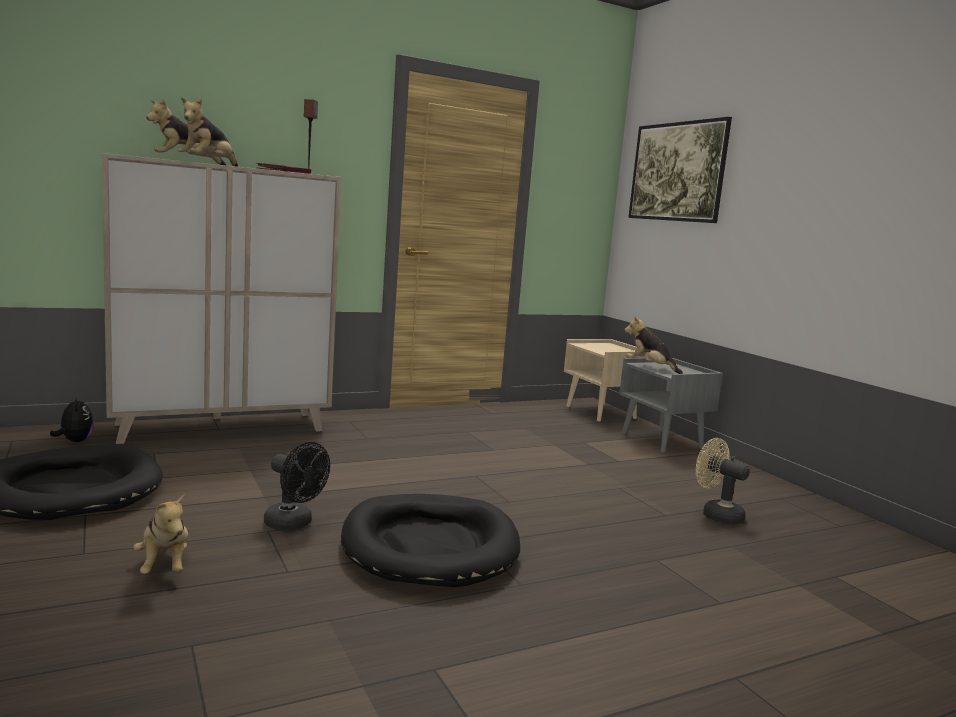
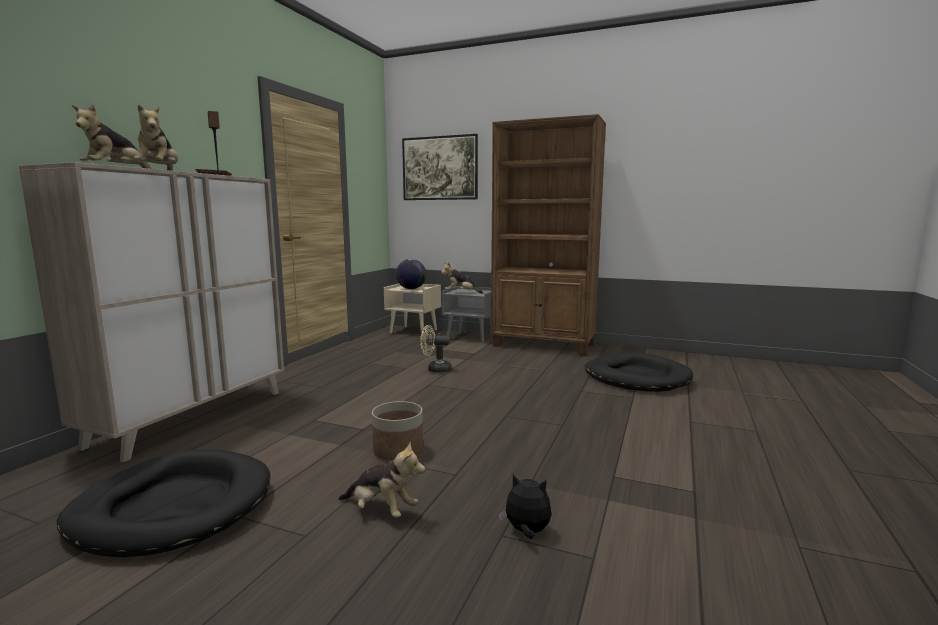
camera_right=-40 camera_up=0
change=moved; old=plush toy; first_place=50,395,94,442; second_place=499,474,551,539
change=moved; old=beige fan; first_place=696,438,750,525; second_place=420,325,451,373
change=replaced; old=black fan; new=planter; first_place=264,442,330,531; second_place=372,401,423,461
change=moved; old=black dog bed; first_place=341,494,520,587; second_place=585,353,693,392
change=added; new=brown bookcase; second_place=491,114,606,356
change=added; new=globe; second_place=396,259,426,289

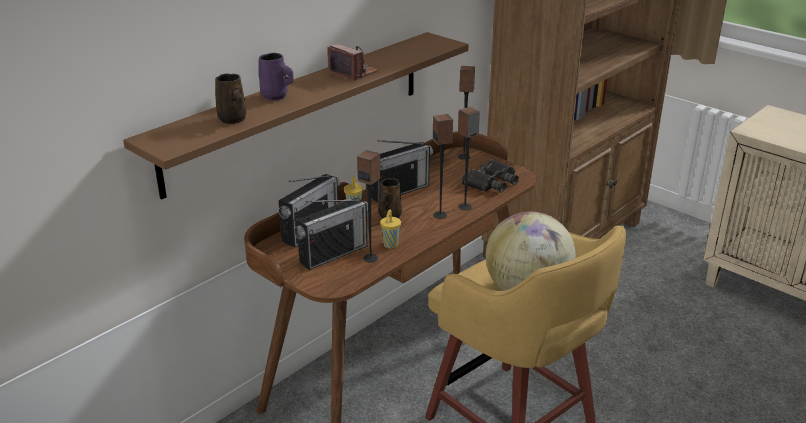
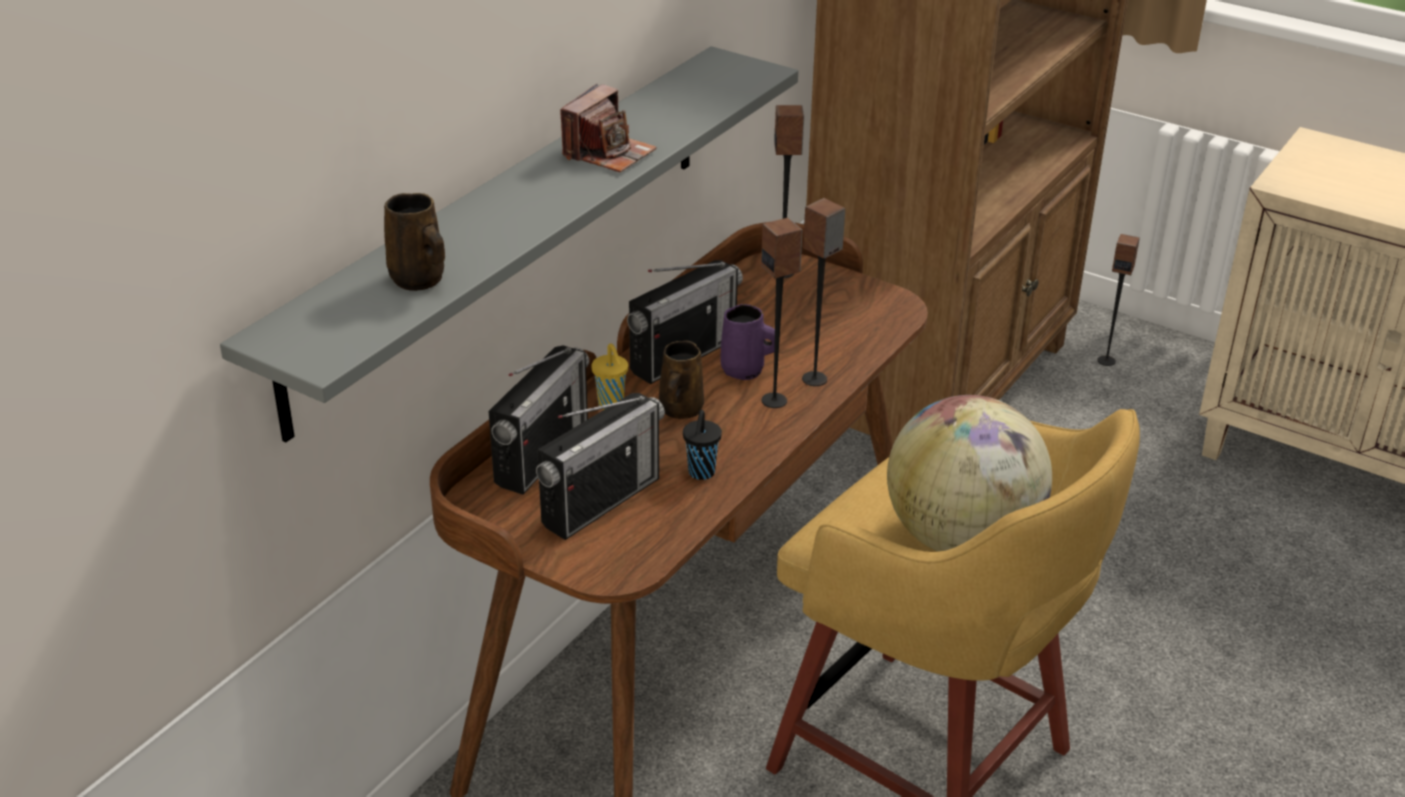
camera_right=-10 camera_up=5
change=recoloured; old=brown shelf; new=grey shelf; first_place=123,32,469,200; second_place=220,46,798,442
change=turned; old=photo camera; first_place=328,44,379,81; second_place=560,84,657,173; degrees=90
change=moved; old=purple mug; first_place=259,53,294,101; second_place=720,304,775,380
change=moved; old=speaker; first_place=357,150,380,262; second_place=1097,234,1140,366
change=removed; old=black binoculars; first_place=462,159,519,193
change=recoloured; old=yellow cup; new=black cup; first_place=380,210,401,249; second_place=683,410,722,480

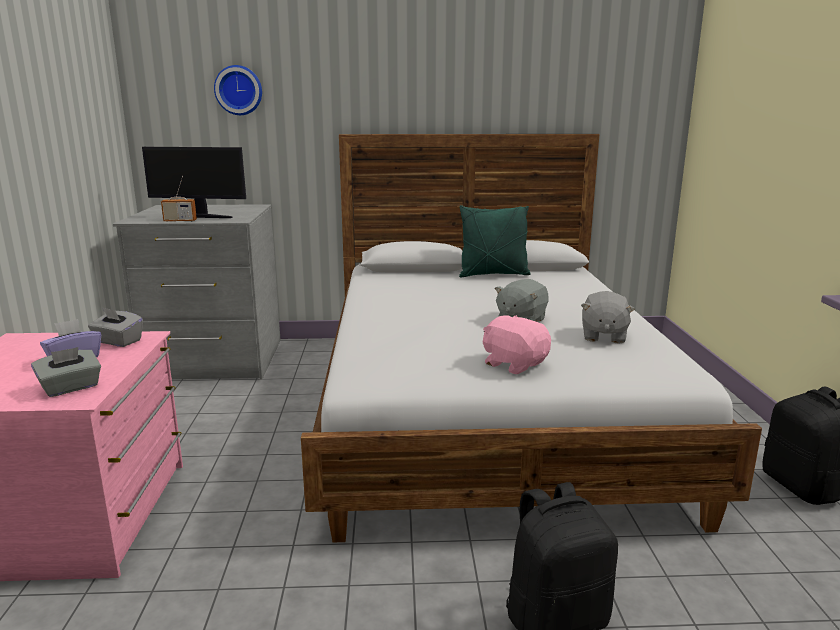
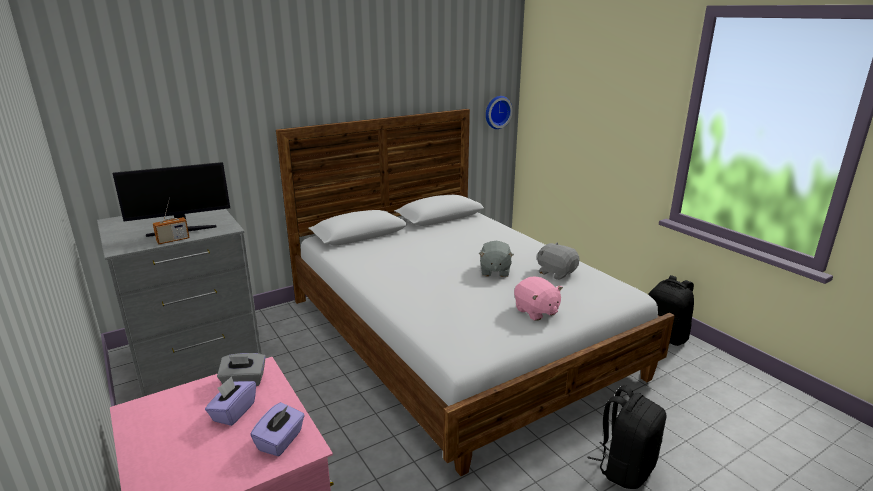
camera_right=-30 camera_up=5
change=moved; old=wall clock; first_place=214,65,262,115; second_place=486,96,513,129
change=removed; old=green pillow; first_place=459,205,531,277
change=turned; old=grey plush toy; first_place=581,291,635,344; second_place=537,242,579,280; degrees=150
change=turned; old=pink plush toy; first_place=483,315,551,374; second_place=514,276,563,321; degrees=-135
change=recoloured; old=grey tissue box; new=purple tissue box; first_place=31,347,101,397; second_place=250,402,305,456

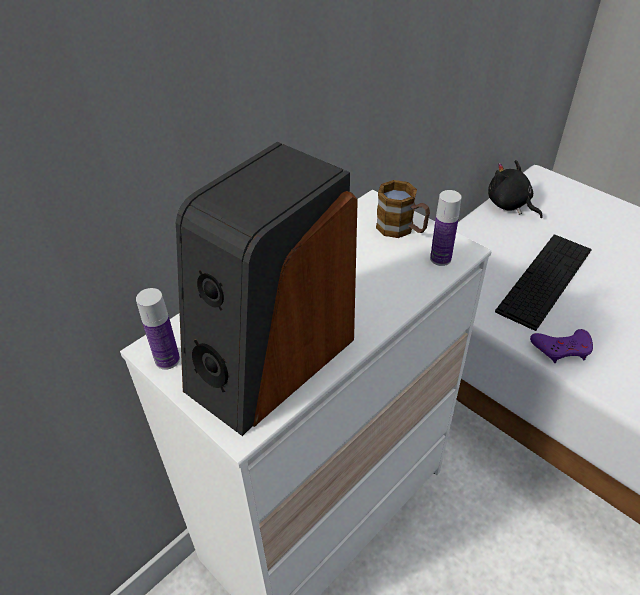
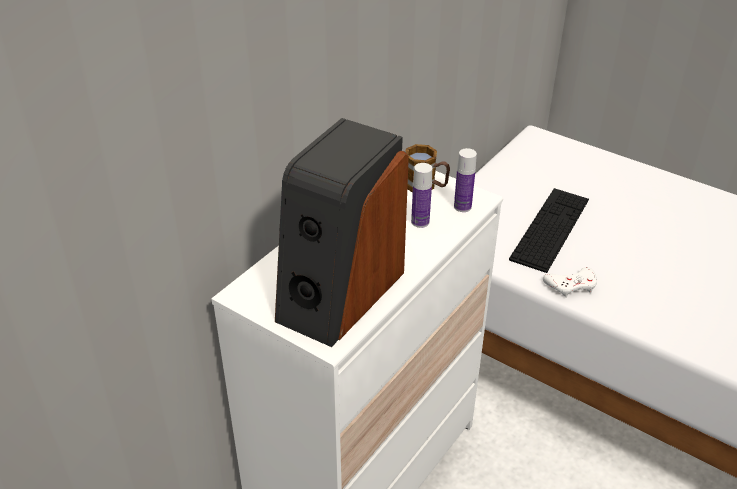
camera_right=-10 camera_up=-5
change=removed; old=black plush toy; first_place=488,160,543,218
change=moved; old=bottle; first_place=136,288,180,370; second_place=411,163,432,228
change=recoloured; old=purple game controller; new=white game controller; first_place=530,329,593,363; second_place=543,267,597,298

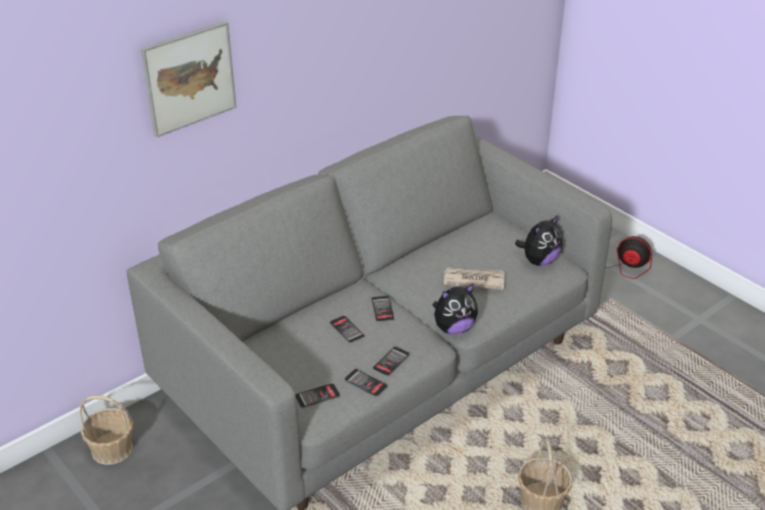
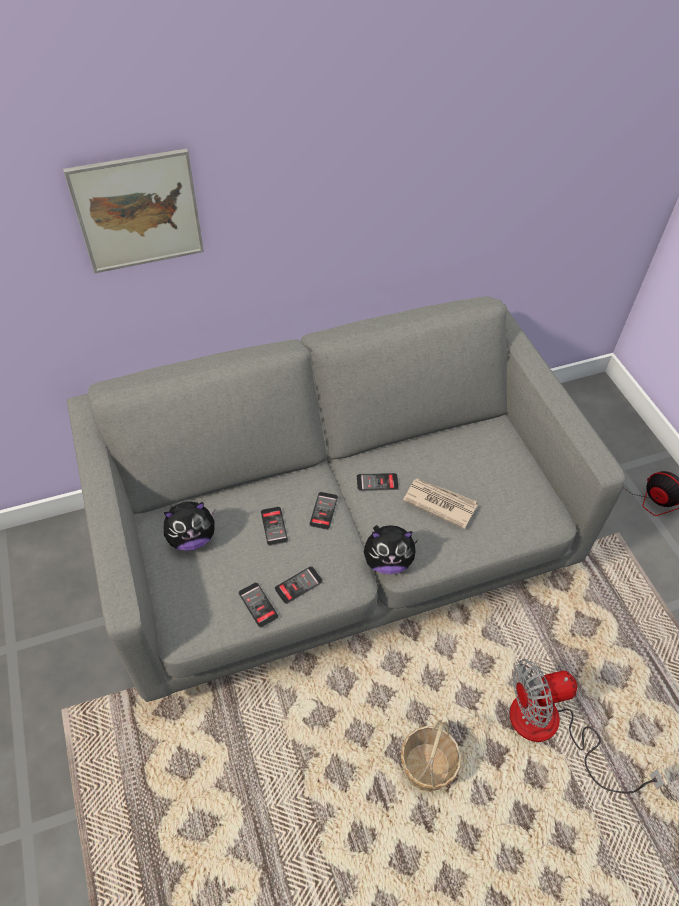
camera_right=20 camera_up=15
change=moved; old=plush toy; first_place=515,215,562,266; second_place=164,501,215,551
change=moved; old=phone; first_place=295,383,340,408; second_place=357,473,399,491
change=removed; old=basket; first_place=80,395,133,465
change=added; new=fan; second_place=509,659,665,794

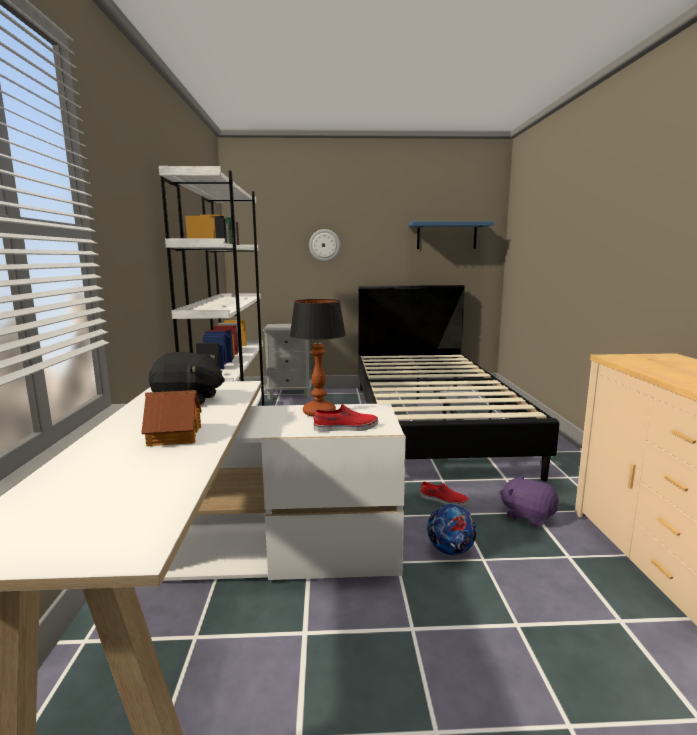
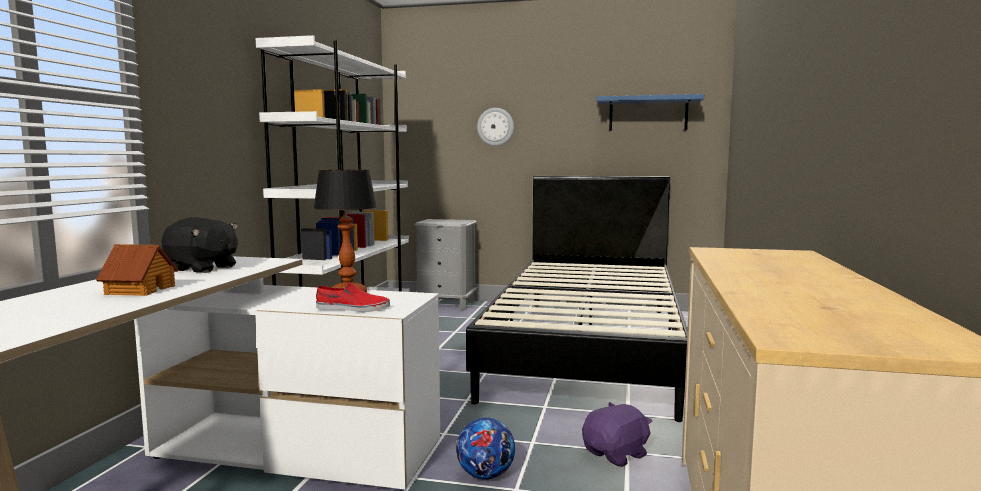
camera_right=15 camera_up=-5
change=turned; old=purple plush toy; first_place=500,475,559,527; second_place=582,402,653,467; degrees=90
change=removed; old=red shoe; first_place=420,482,469,506

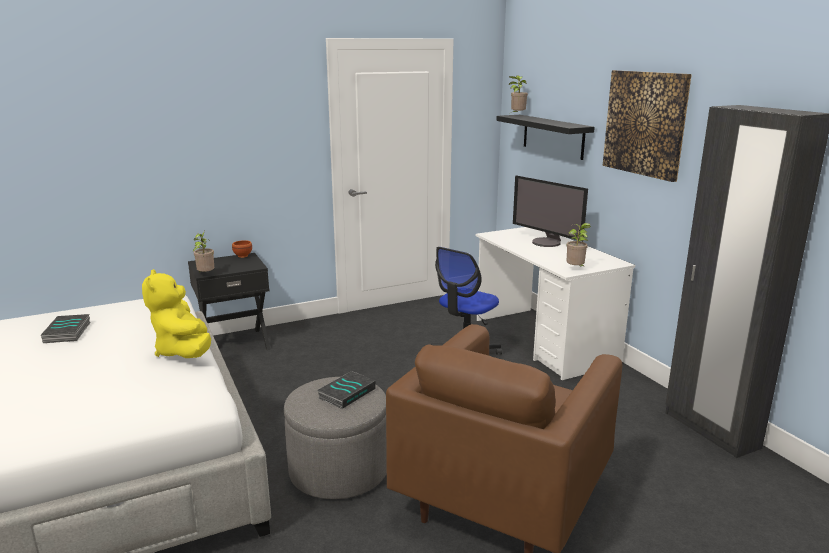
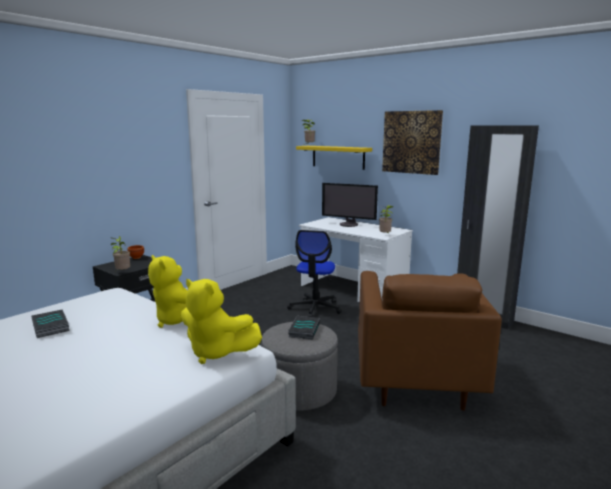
camera_right=-25 camera_up=-5
change=recoloured; old=black shelf; new=yellow shelf; first_place=496,115,595,160; second_place=296,146,372,170
change=added; new=yellow plush toy; second_place=181,279,262,364

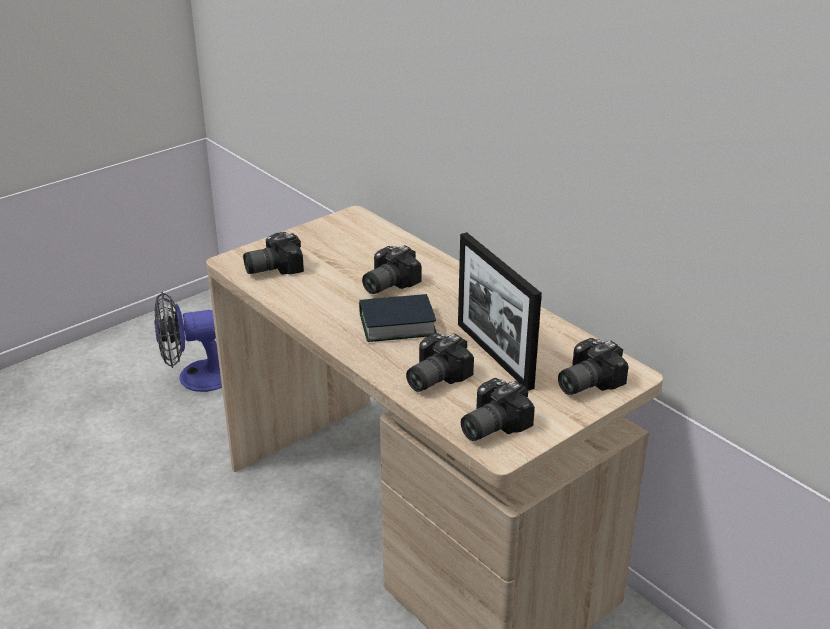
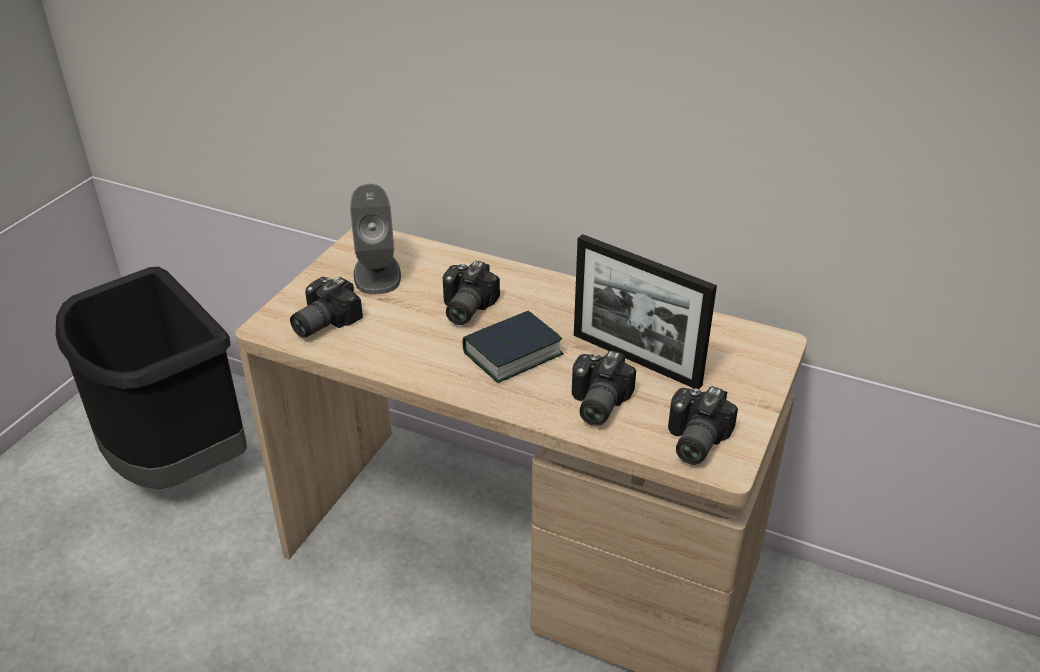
camera_right=-25 camera_up=5
change=replaced; old=fan; new=black trash can; first_place=154,292,222,392; second_place=56,267,247,489
change=removed; old=photo camera; first_place=558,338,629,395
change=added; new=grey speaker; second_place=350,184,401,294

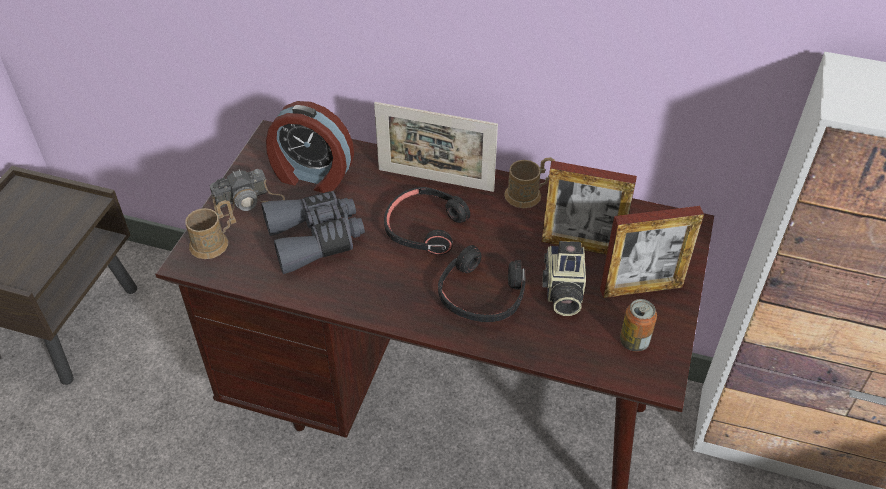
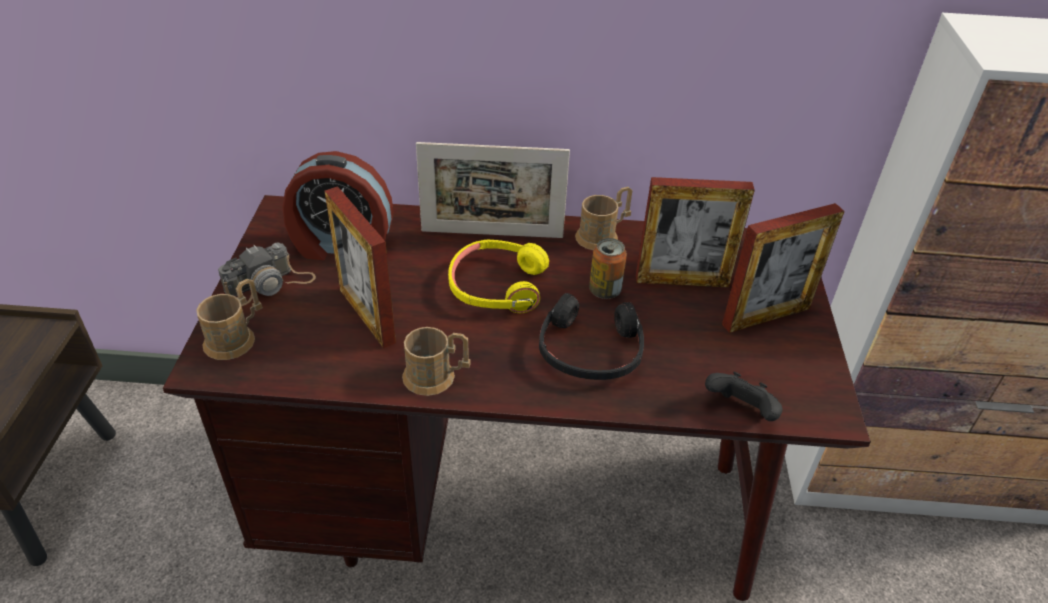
camera_right=-15 camera_up=-5
change=recoloured; old=black headphones; new=yellow headphones; first_place=384,187,470,255; second_place=448,240,549,313
change=replaced; old=grey binoculars; new=picture frame; first_place=261,191,365,274; second_place=325,186,396,348
change=removed; old=photo camera; first_place=542,241,586,316
change=moved; old=can; first_place=620,299,657,352; second_place=589,238,627,299
change=added; new=brown mug; second_place=402,327,471,396
change=added; new=black game controller; second_place=705,372,782,421

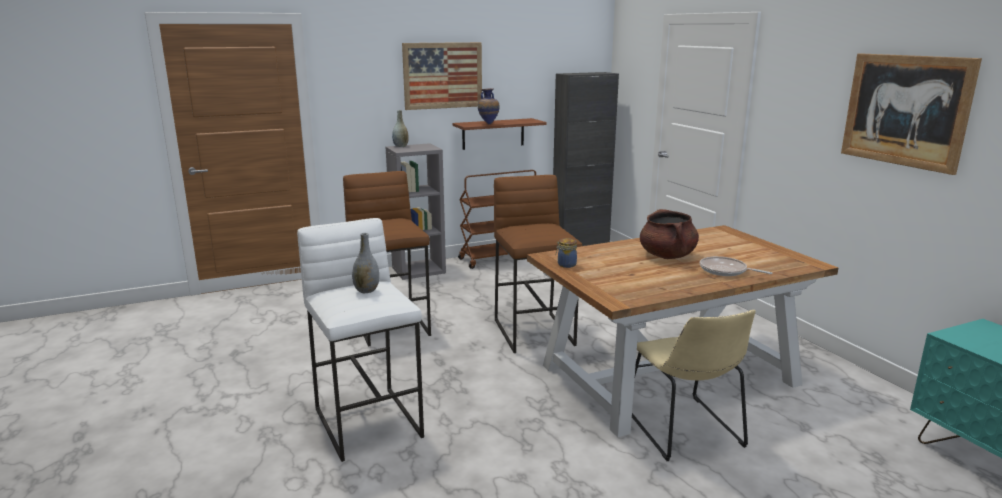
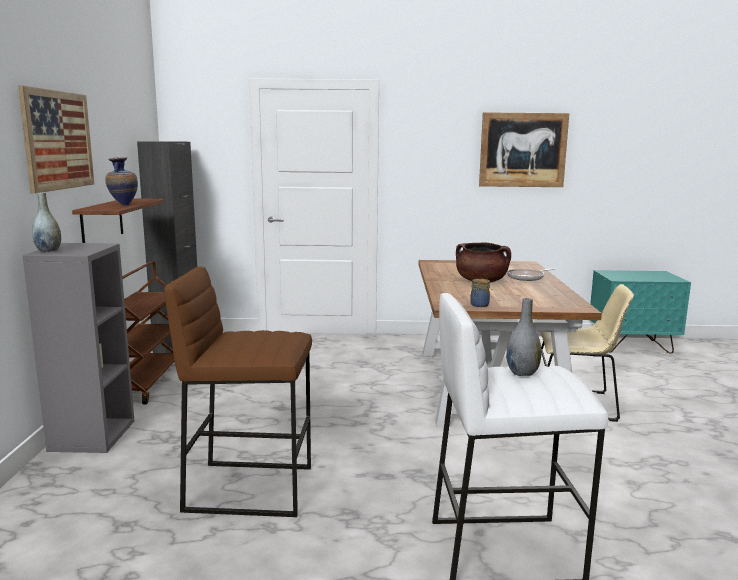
camera_right=-65 camera_up=-5
change=removed; old=brown stool; first_place=494,175,583,353

